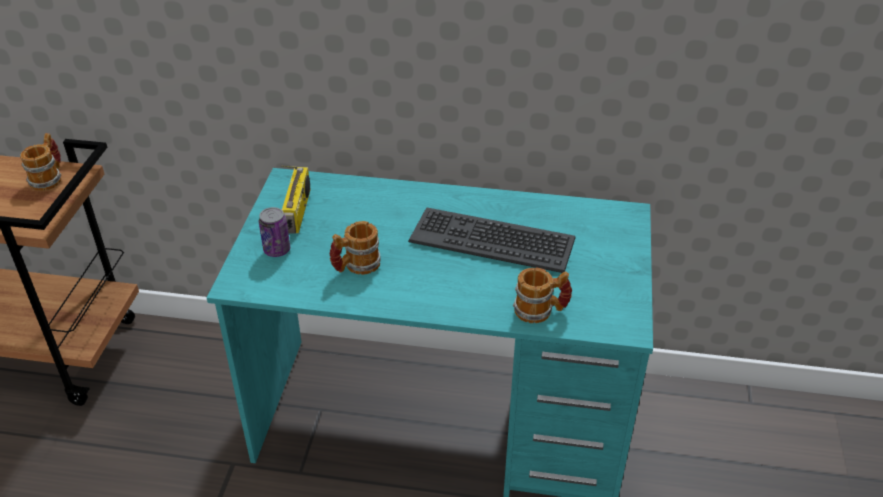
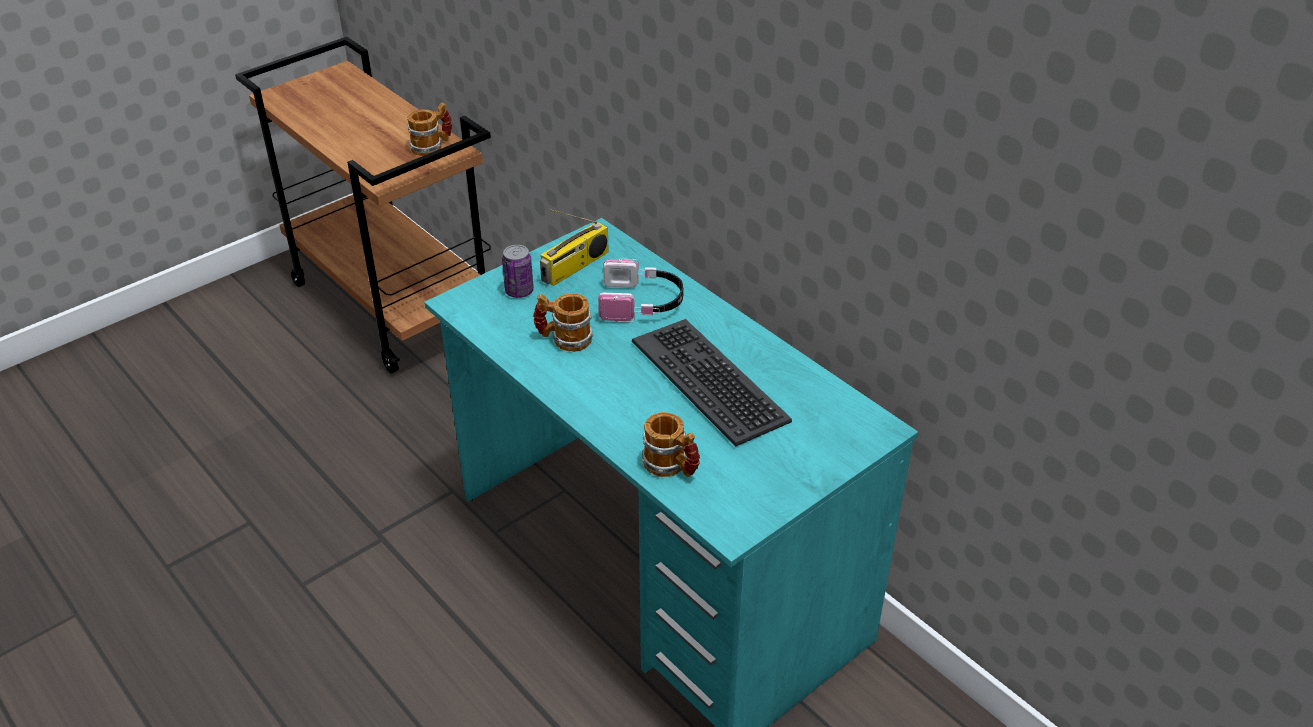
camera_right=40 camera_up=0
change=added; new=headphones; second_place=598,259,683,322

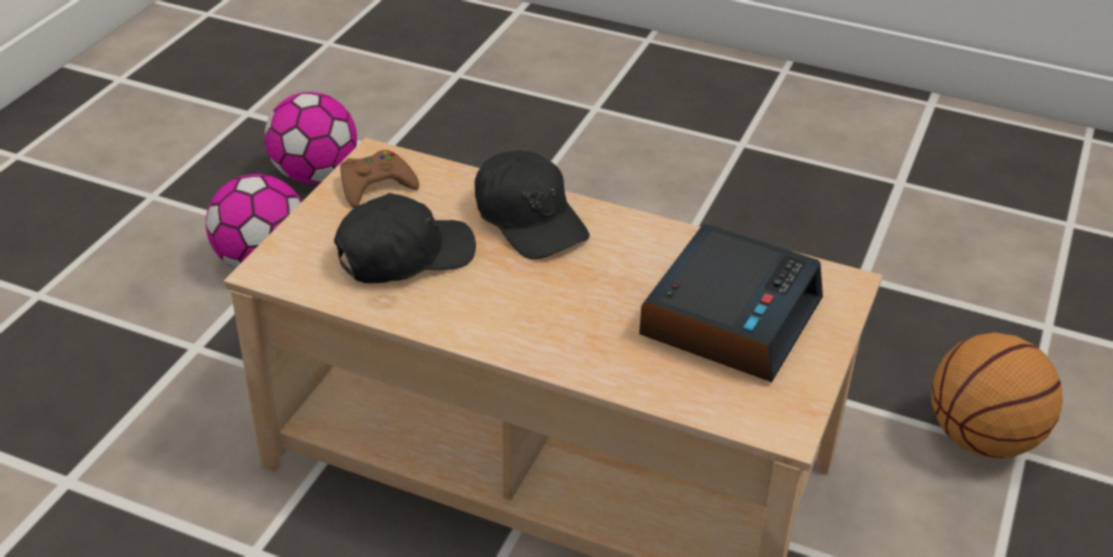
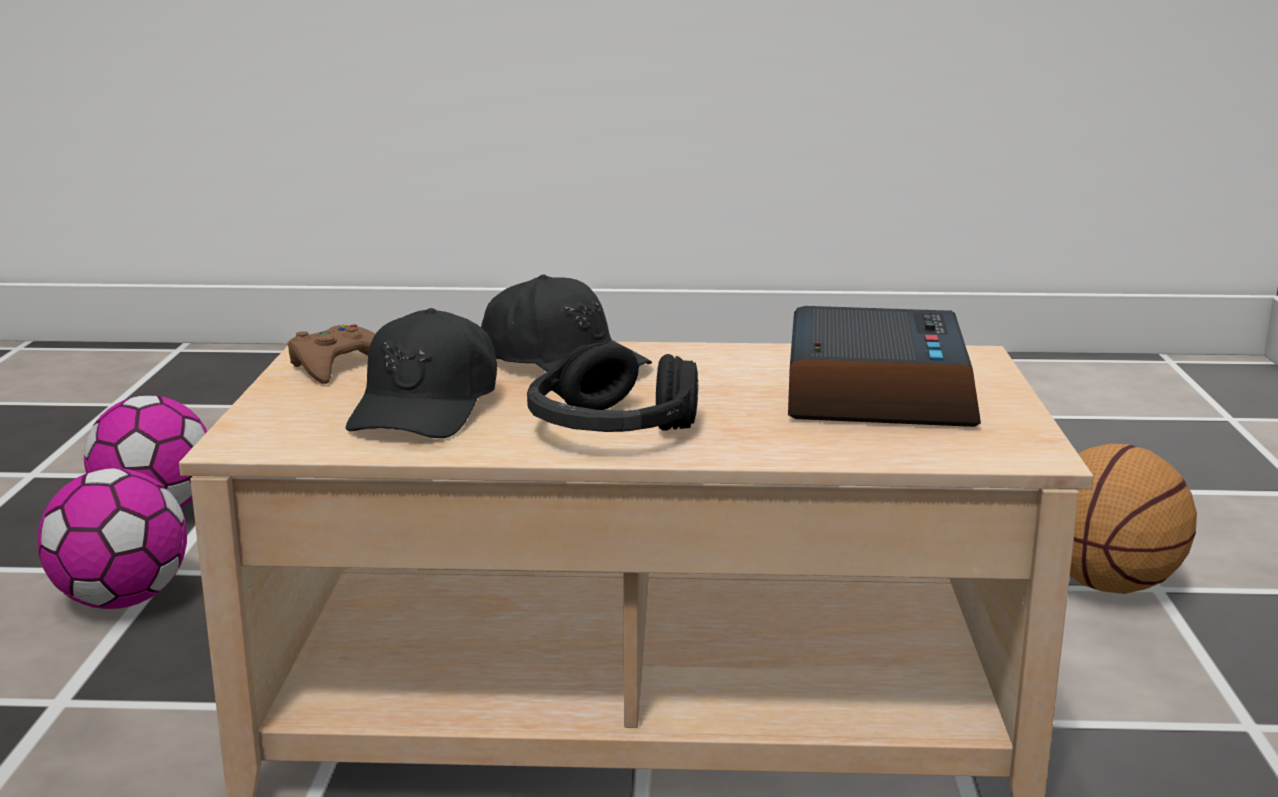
camera_right=-20 camera_up=-20
change=turned; old=black cap; first_place=334,193,476,283; second_place=346,308,497,438; degrees=150
change=added; new=black headphones; second_place=527,343,699,432

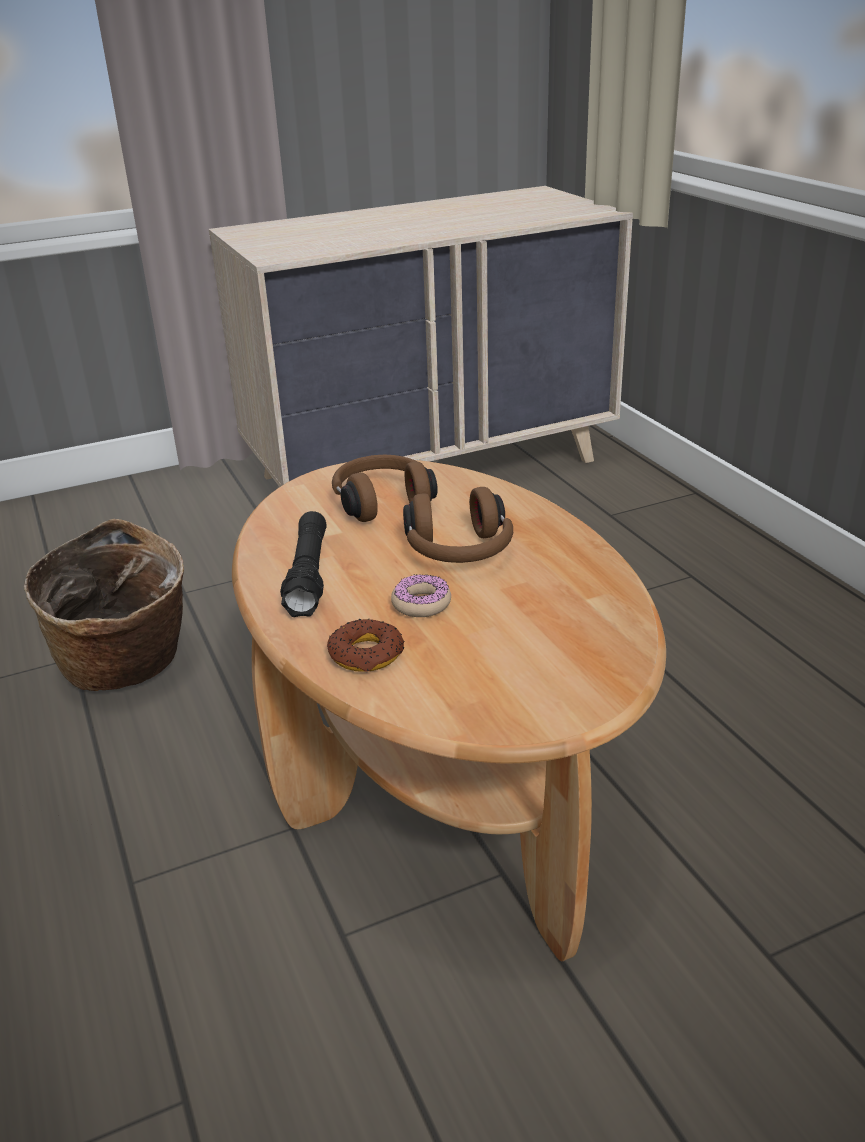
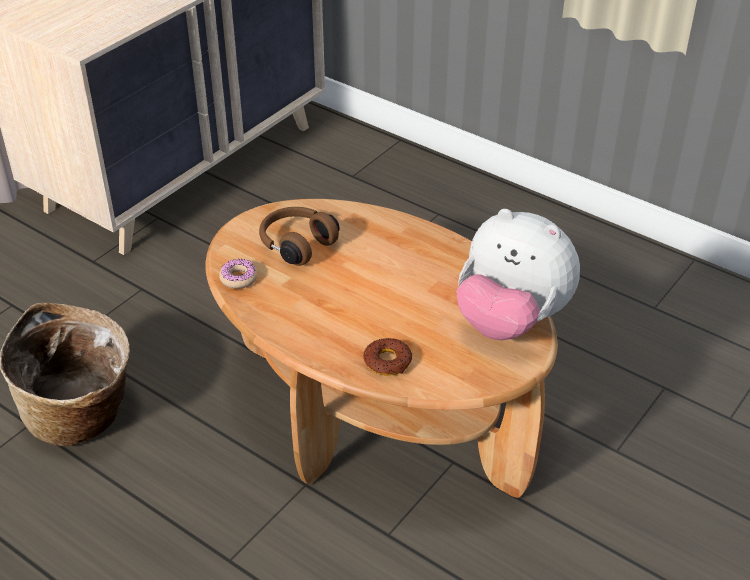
camera_right=-30 camera_up=10
change=removed; old=brown headphones; first_place=403,487,513,563
change=removed; old=black flashlight; first_place=280,511,326,617
change=moved; old=donut; first_place=391,574,451,617; second_place=219,259,257,289
change=added; new=plush toy; second_place=456,209,580,340

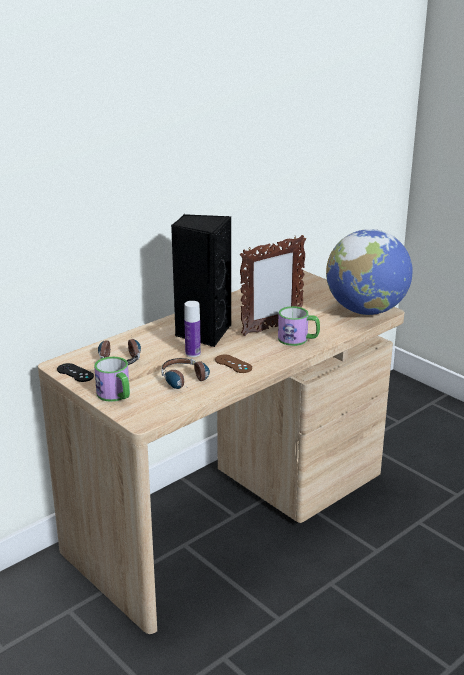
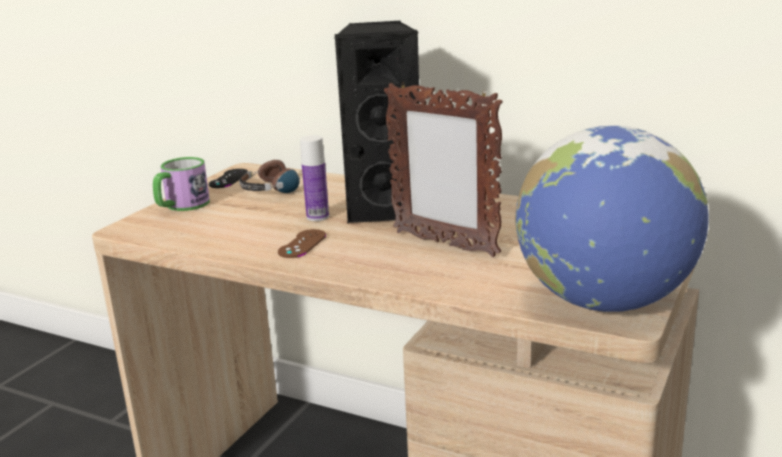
camera_right=70 camera_up=-5
change=removed; old=mug; first_place=278,306,320,346
change=removed; old=headphones; first_place=161,358,210,391

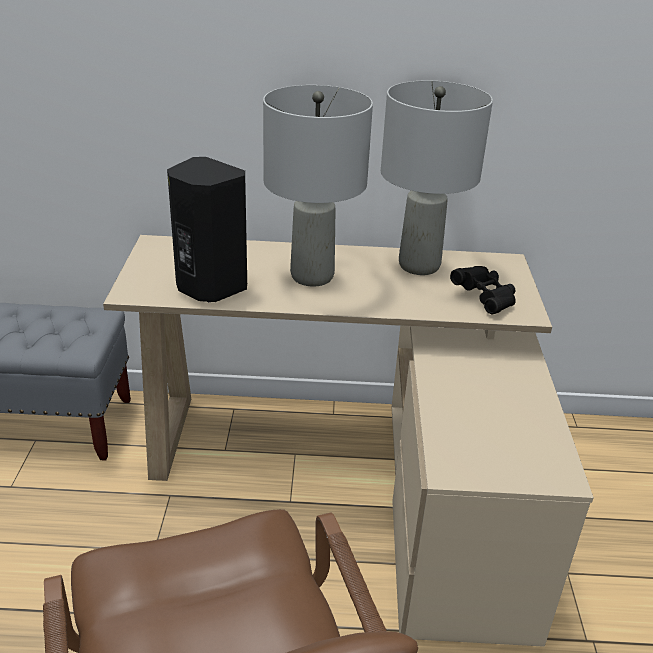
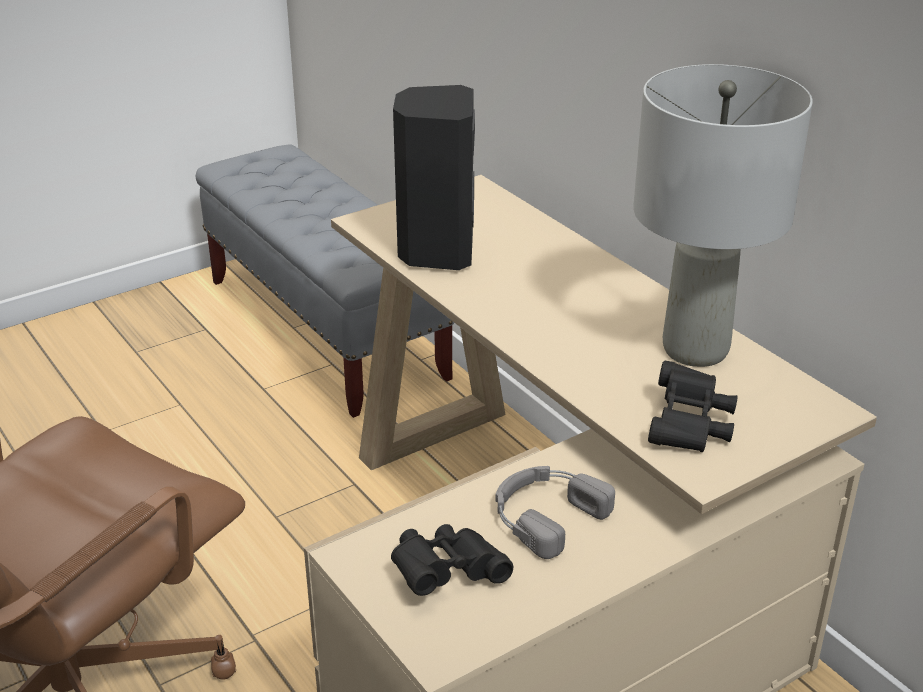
camera_right=55 camera_up=0
change=removed; old=grey table lamp; first_place=263,85,373,287
change=added; new=grey headphones; second_place=496,466,615,559
change=added; new=black binoculars; second_place=391,524,513,596

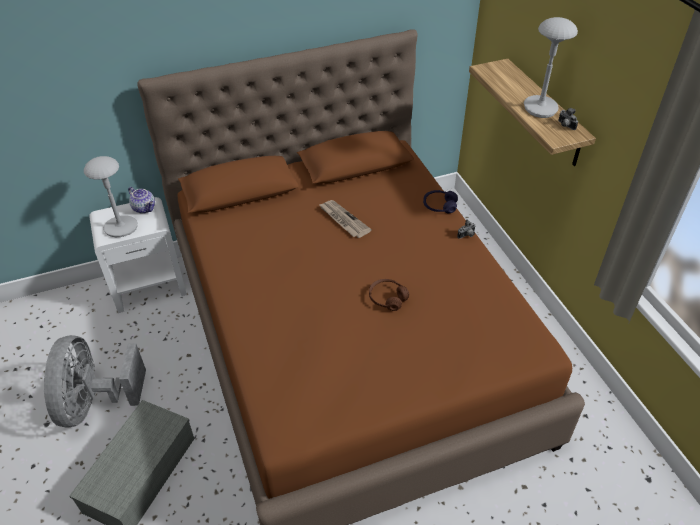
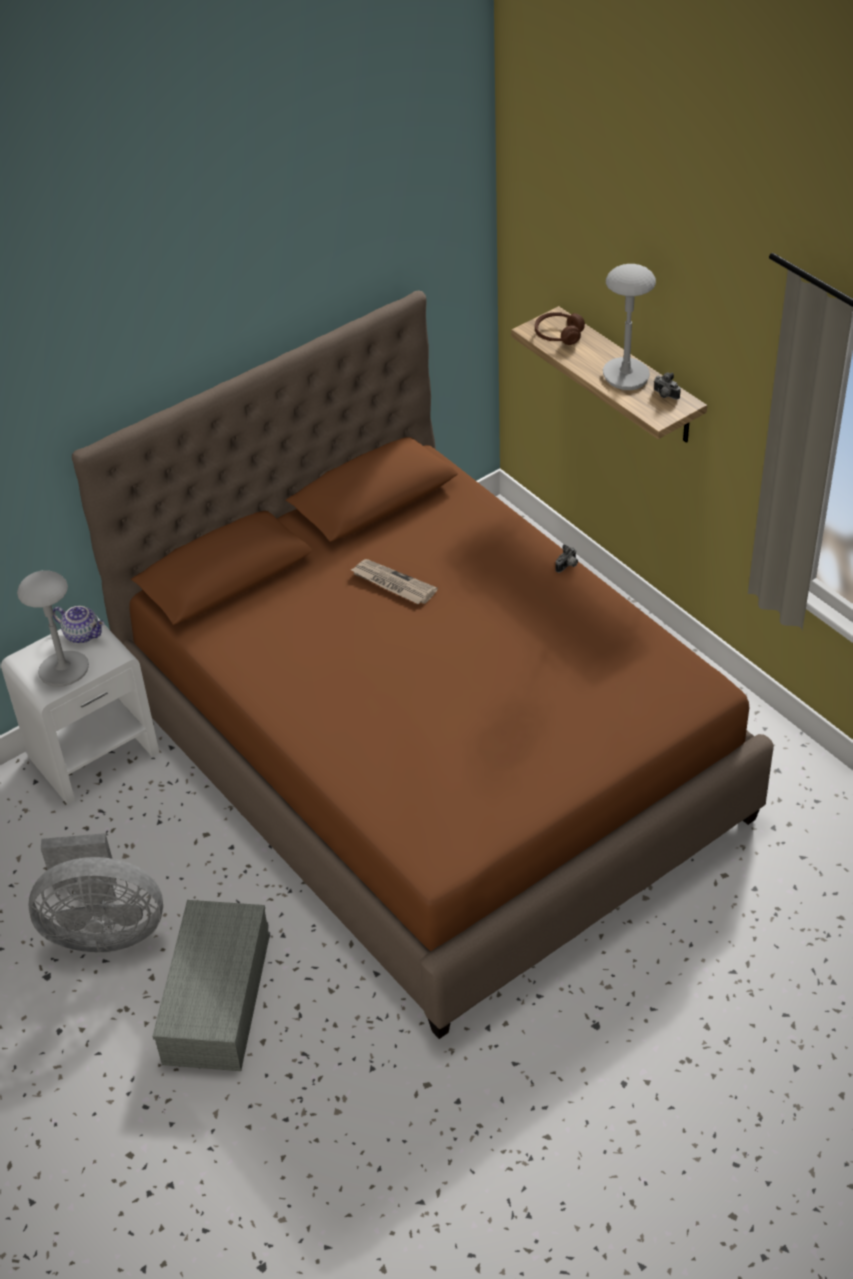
camera_right=-15 camera_up=0
change=removed; old=purple headphones; first_place=423,190,458,213
change=moved; old=brown headphones; first_place=369,279,409,311; second_place=535,312,585,345
change=turned; old=grey fan; first_place=44,335,146,428; second_place=28,833,163,953; degrees=-75

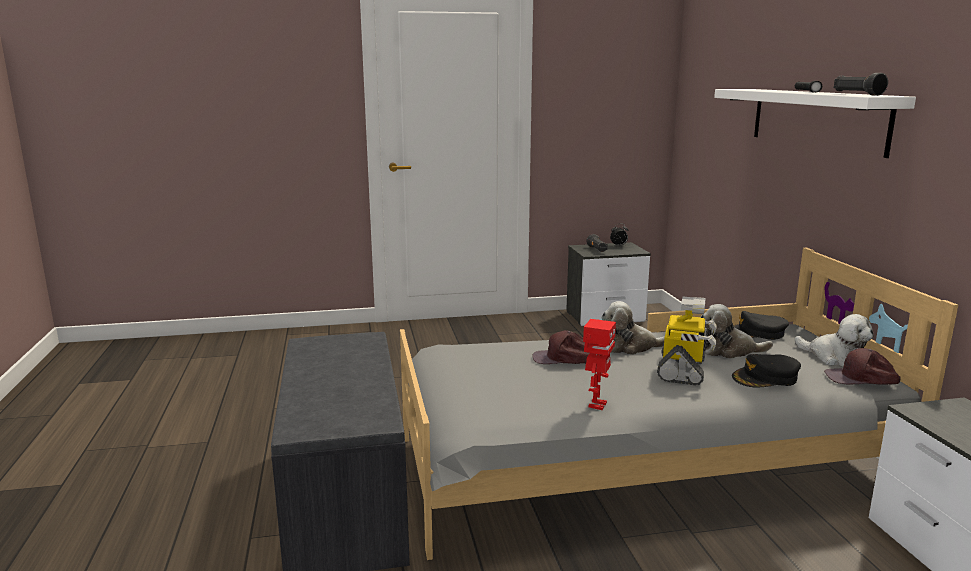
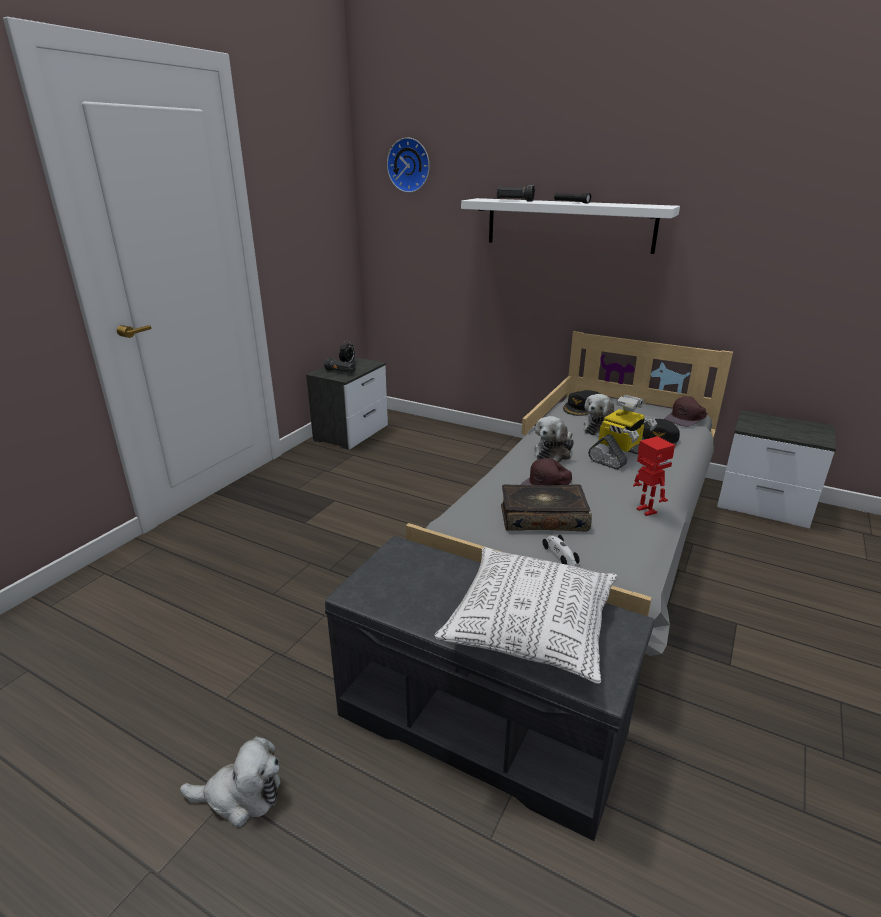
camera_right=-50 camera_up=10
change=moved; old=black flashlight; first_place=834,73,888,96; second_place=497,185,535,202
change=turned; old=toy robot; first_place=657,296,717,385; second_place=588,395,657,470; degrees=75
change=moved; old=plush toy; first_place=795,314,873,367; second_place=180,736,280,827
change=added; new=wall clock; second_place=387,137,430,193
change=added; new=book; second_place=501,484,592,532
change=added; new=toy car; second_place=543,535,579,567
change=added; new=pillow; second_place=434,547,618,684

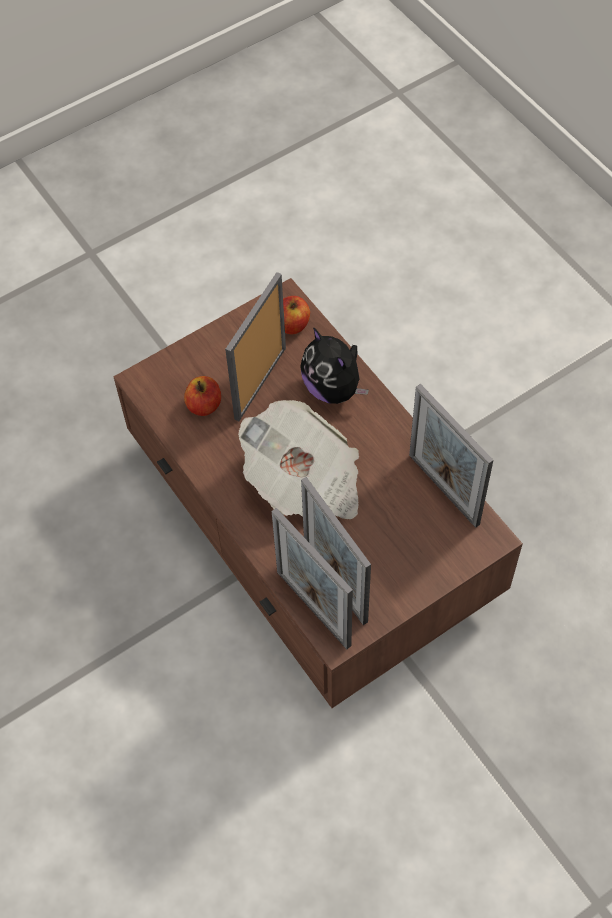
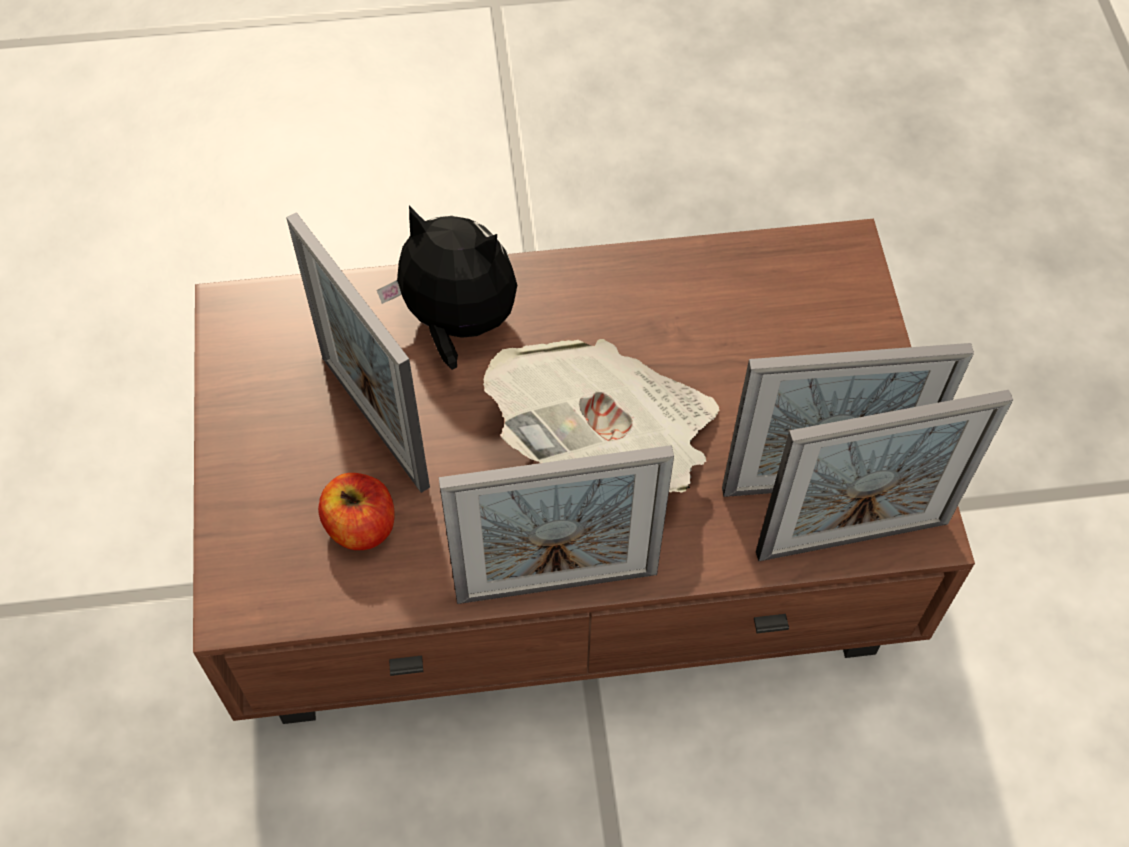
camera_right=-65 camera_up=0
change=removed; old=apple; first_place=283,296,310,334
change=turned; old=plush toy; first_place=300,327,369,404; second_place=377,205,517,370; degrees=-150
change=moved; old=picture frame; first_place=409,384,493,528; second_place=439,445,674,604

